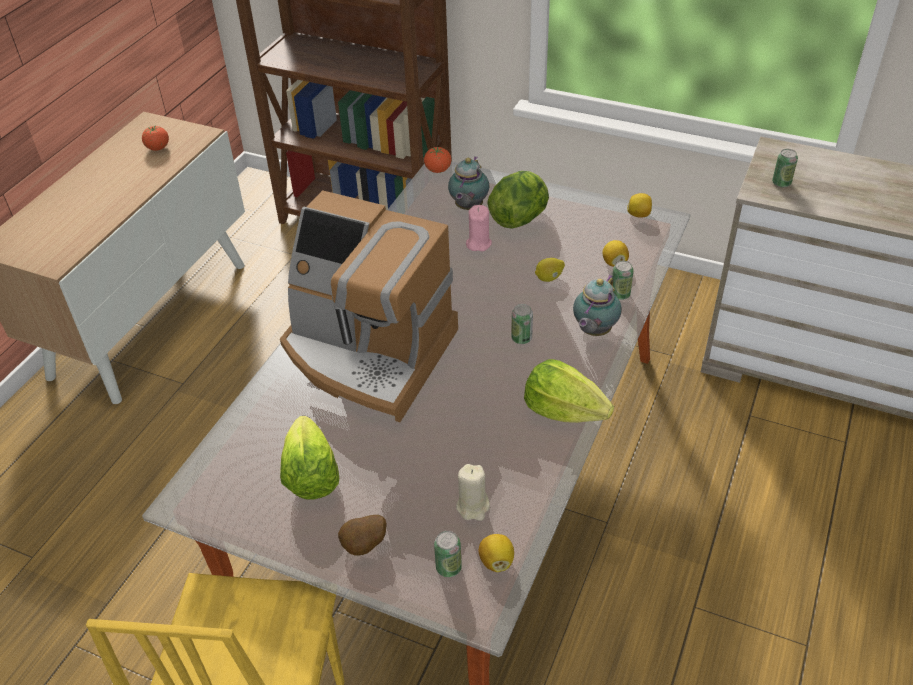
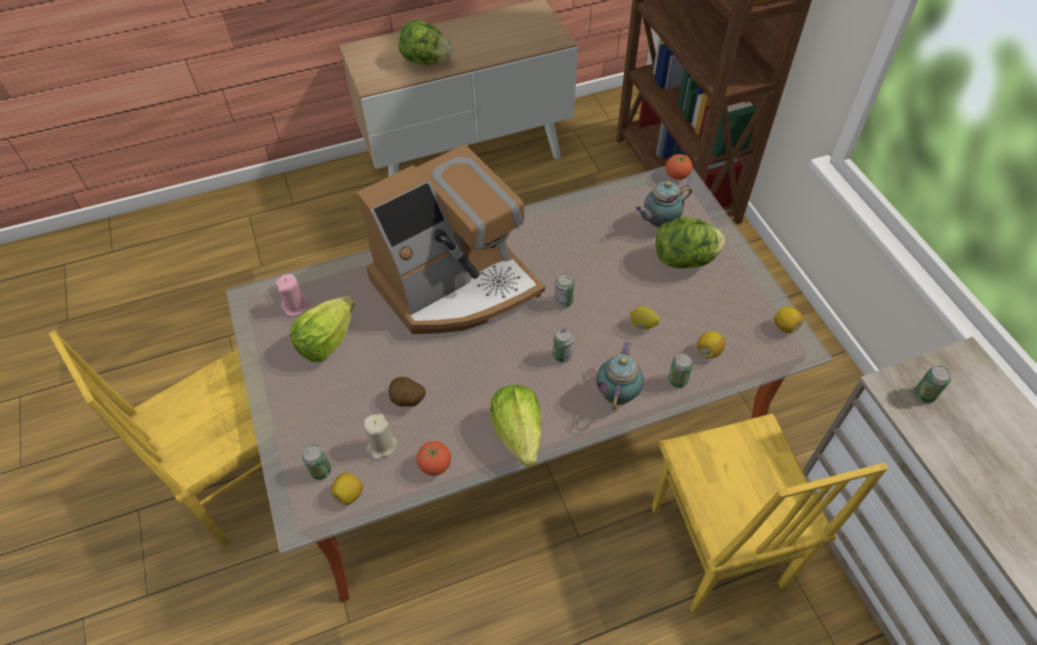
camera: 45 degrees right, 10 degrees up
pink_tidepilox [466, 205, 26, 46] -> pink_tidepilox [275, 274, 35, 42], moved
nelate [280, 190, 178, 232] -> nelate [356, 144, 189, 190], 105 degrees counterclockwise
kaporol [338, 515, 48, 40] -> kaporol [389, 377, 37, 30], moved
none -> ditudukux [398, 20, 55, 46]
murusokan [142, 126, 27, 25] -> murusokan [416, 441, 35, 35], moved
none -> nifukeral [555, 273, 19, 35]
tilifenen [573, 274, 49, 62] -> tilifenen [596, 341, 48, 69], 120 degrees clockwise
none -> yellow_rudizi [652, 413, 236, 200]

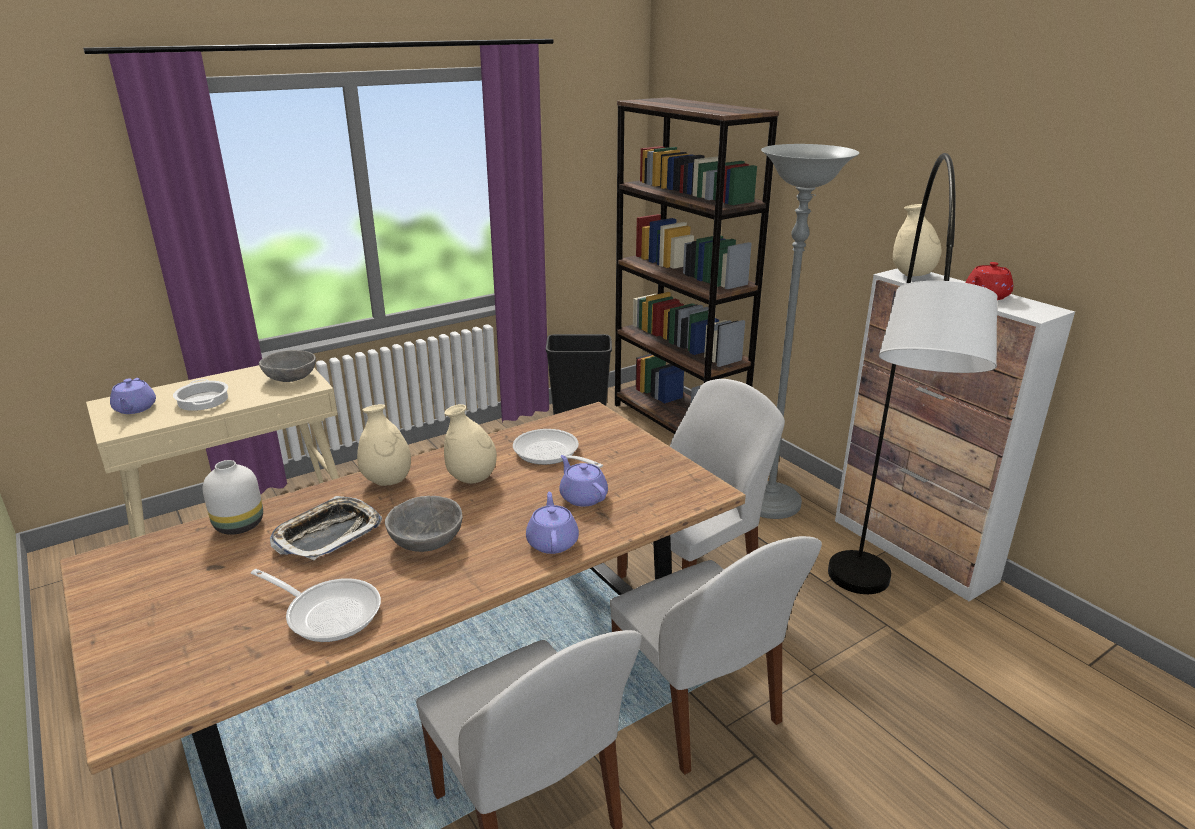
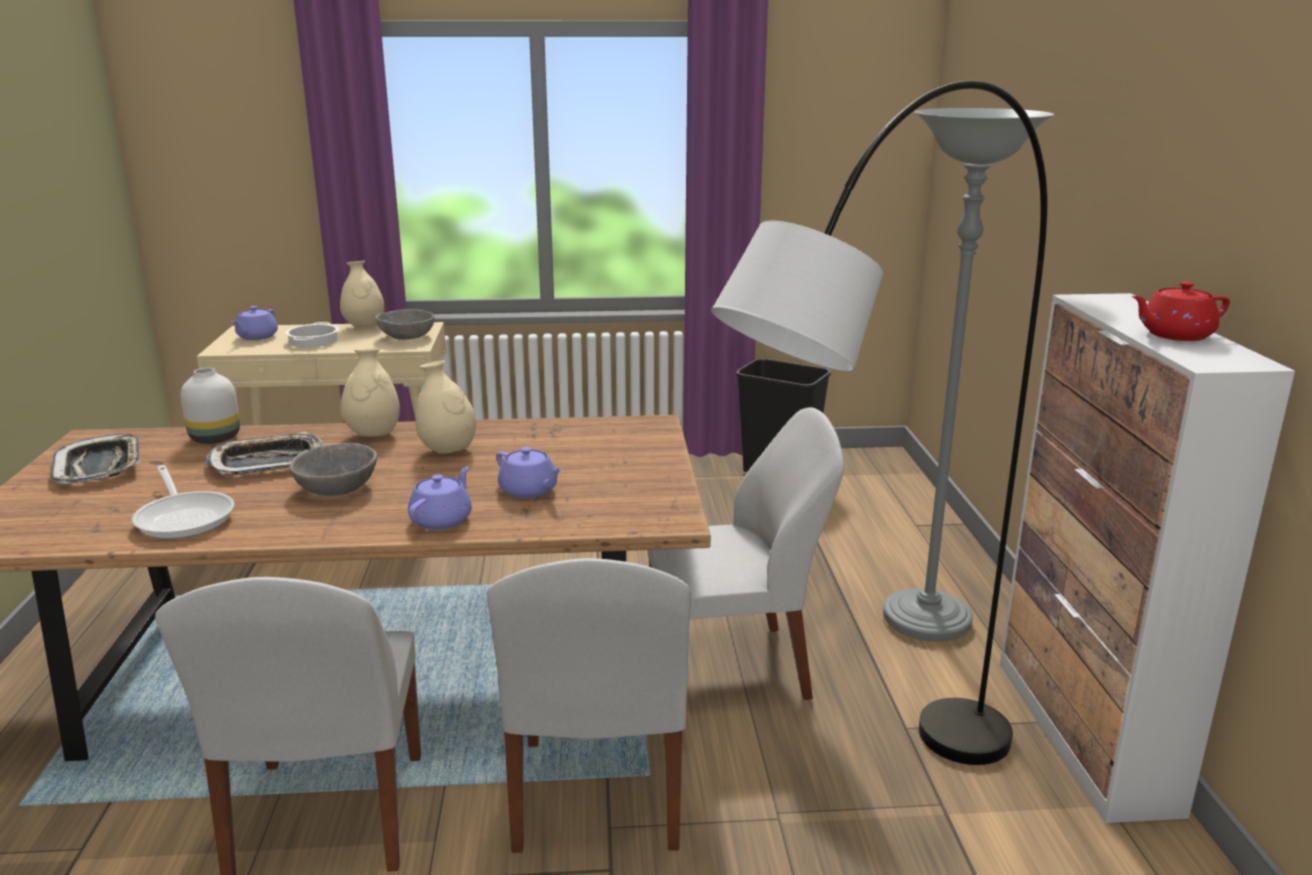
camera: 30 degrees right, 5 degrees down
none -> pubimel [51, 434, 89, 51]
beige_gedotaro [893, 204, 48, 72] -> beige_gedotaro [340, 261, 45, 66], moved
purple_tilifenen [559, 455, 49, 52] -> purple_tilifenen [496, 447, 66, 52], 135 degrees clockwise
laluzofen [513, 429, 90, 39] -> none
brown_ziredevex [615, 97, 164, 337] -> none

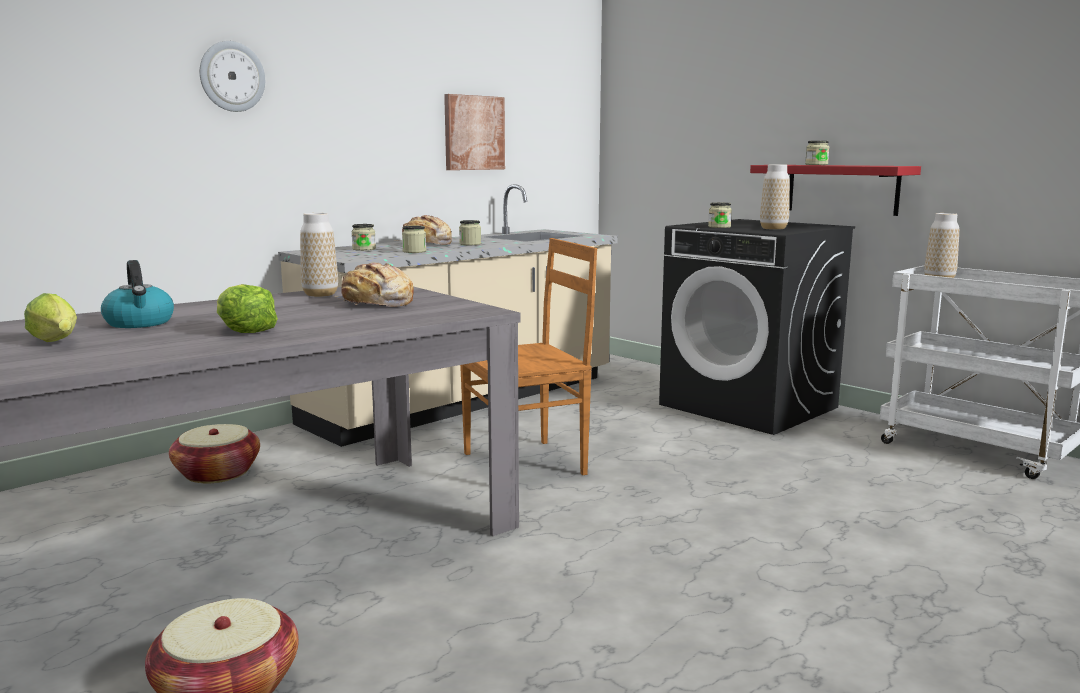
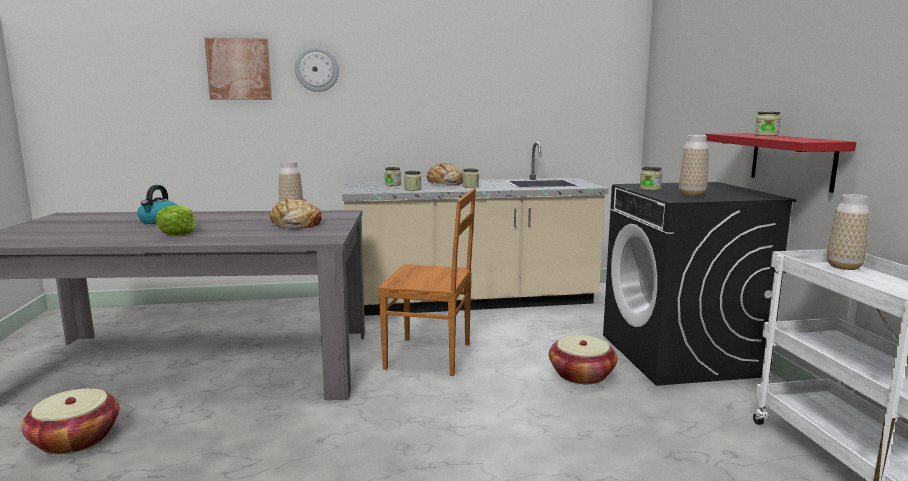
camera: 35 degrees right, 0 degrees up
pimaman [444, 94, 61, 76] -> pimaman [205, 38, 67, 62], moved
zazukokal [169, 424, 91, 59] -> zazukokal [549, 335, 68, 49], moved
ditudukux [24, 293, 53, 49] -> none

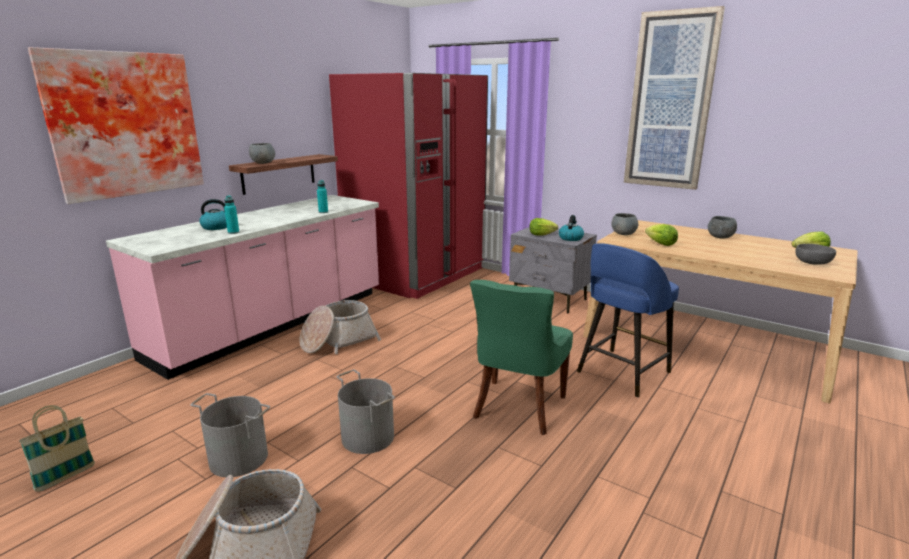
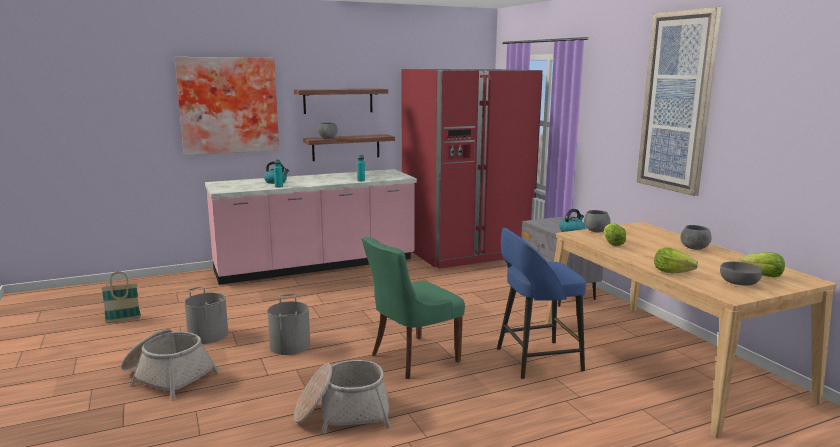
camera: 30 degrees right, 5 degrees down
none -> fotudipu [294, 88, 94, 26]
zazukokal [300, 300, 81, 54] -> zazukokal [294, 360, 97, 73], moved
ditudukux [530, 218, 28, 18] -> ditudukux [654, 247, 44, 27], moved

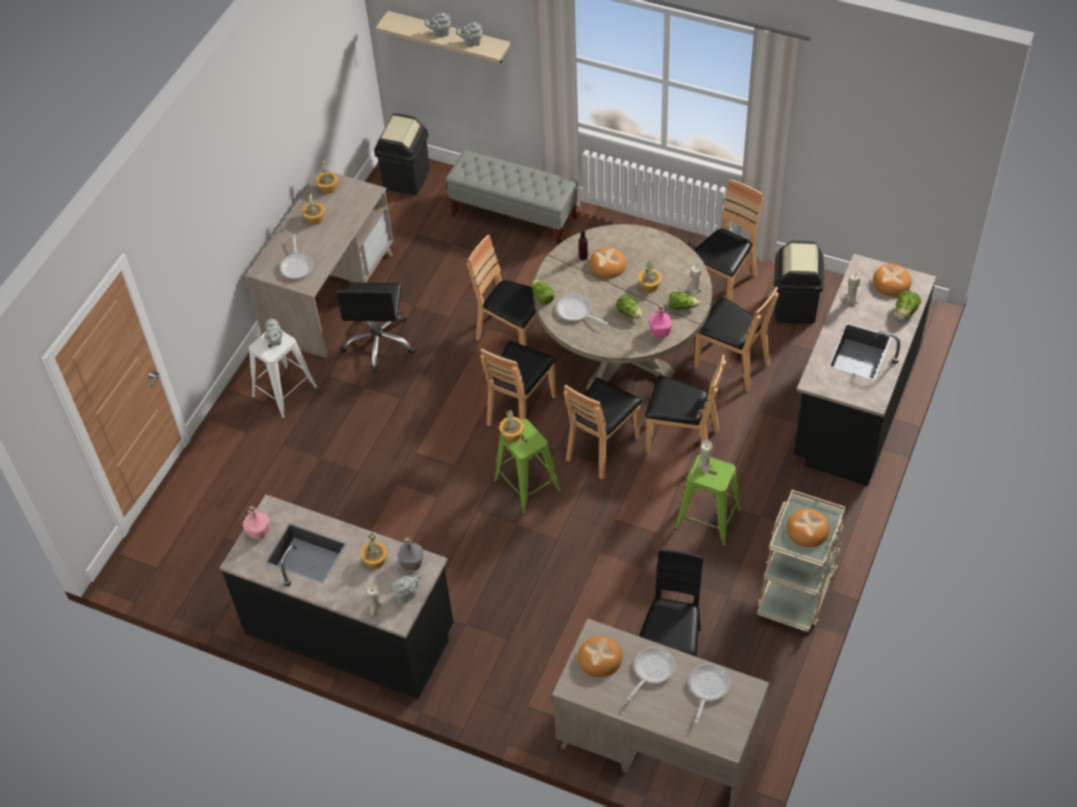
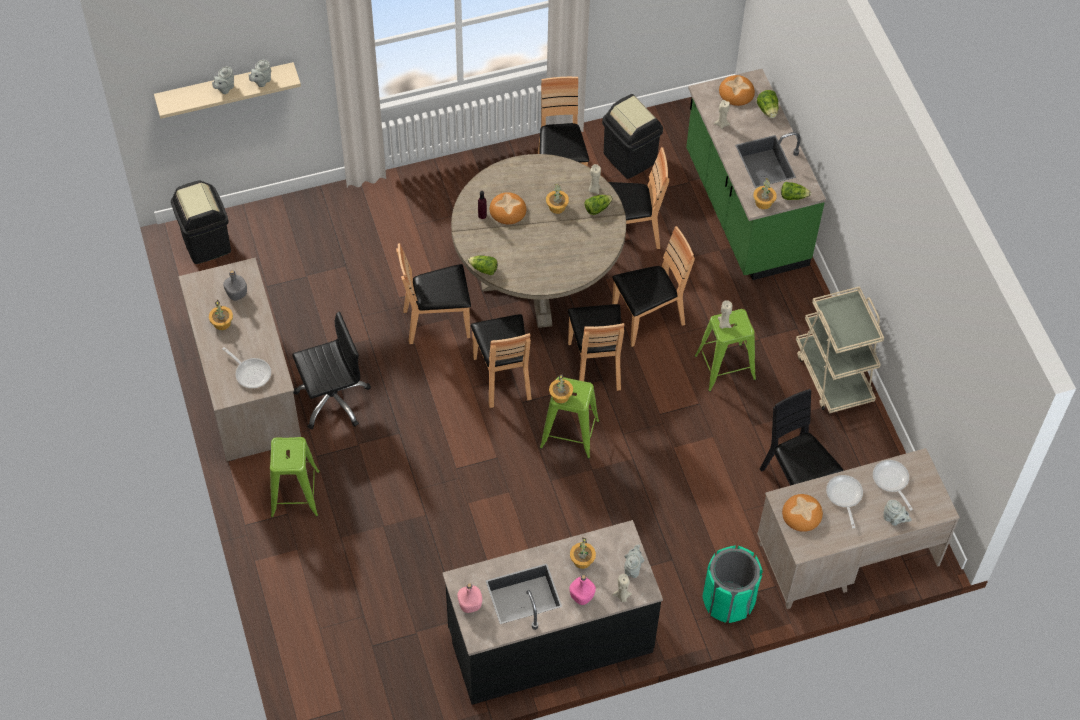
camera: 45 degrees left, 5 degrees up
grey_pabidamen [398, 537, 25, 34] -> grey_pabidamen [223, 270, 24, 31], moved
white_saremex [249, 330, 69, 88] -> green_saremex [270, 437, 50, 81]
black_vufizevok [336, 282, 79, 90] -> black_vufizevok [292, 312, 79, 118], 75 degrees counterclockwise
pink_pabidamen [649, 305, 23, 33] -> pink_pabidamen [569, 575, 27, 30], moved
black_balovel [794, 254, 142, 232] -> green_balovel [686, 69, 140, 211]
none -> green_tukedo [702, 545, 61, 78]
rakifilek [316, 160, 22, 34] -> rakifilek [753, 178, 24, 32], moved
ditudukux [616, 294, 26, 25] -> ditudukux [781, 182, 30, 18], moved
grey_tilifenen [264, 318, 19, 28] -> grey_tilifenen [883, 500, 28, 26], moved
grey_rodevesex [446, 150, 132, 95] -> none
laluzofen [557, 294, 51, 31] -> none
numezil [786, 509, 44, 38] -> none

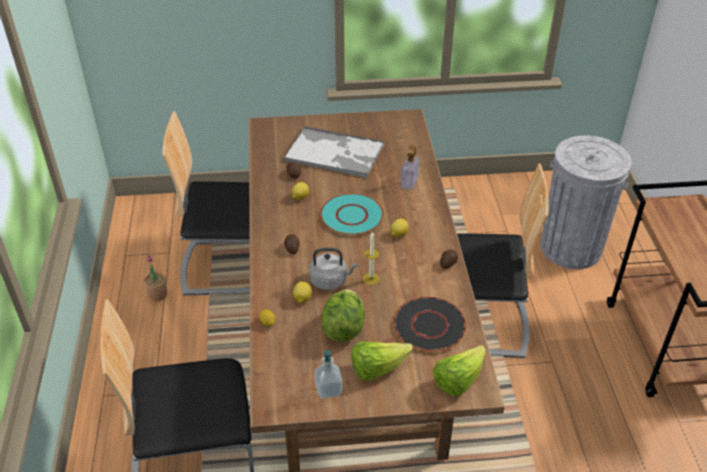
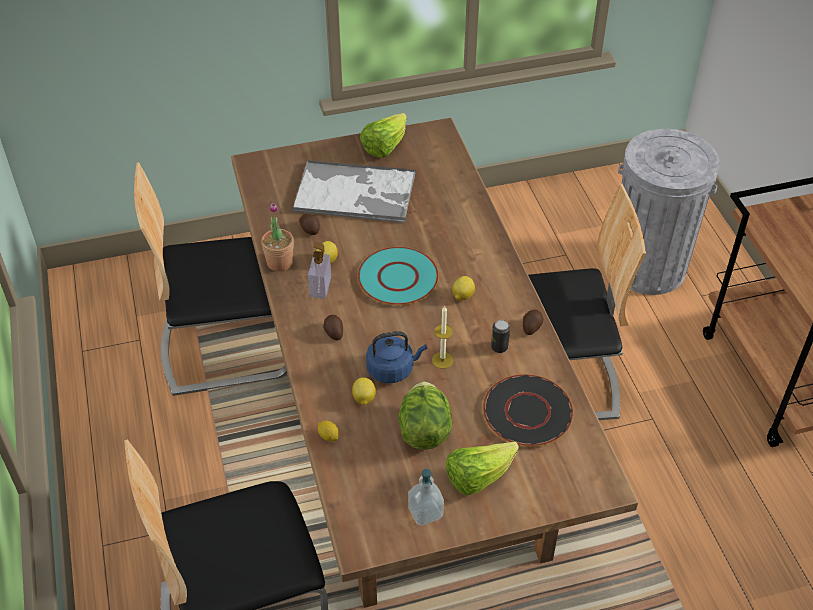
camera: 10 degrees left, 5 degrees up
rakifilek [144, 255, 23, 46] -> rakifilek [261, 202, 33, 69], moved
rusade [401, 144, 18, 46] -> rusade [308, 241, 23, 57], moved
ditudukux [433, 345, 53, 52] -> ditudukux [360, 113, 47, 45], moved
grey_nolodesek [309, 248, 49, 42] -> blue_nolodesek [366, 331, 61, 52]
none -> nifukeral [491, 320, 19, 33]

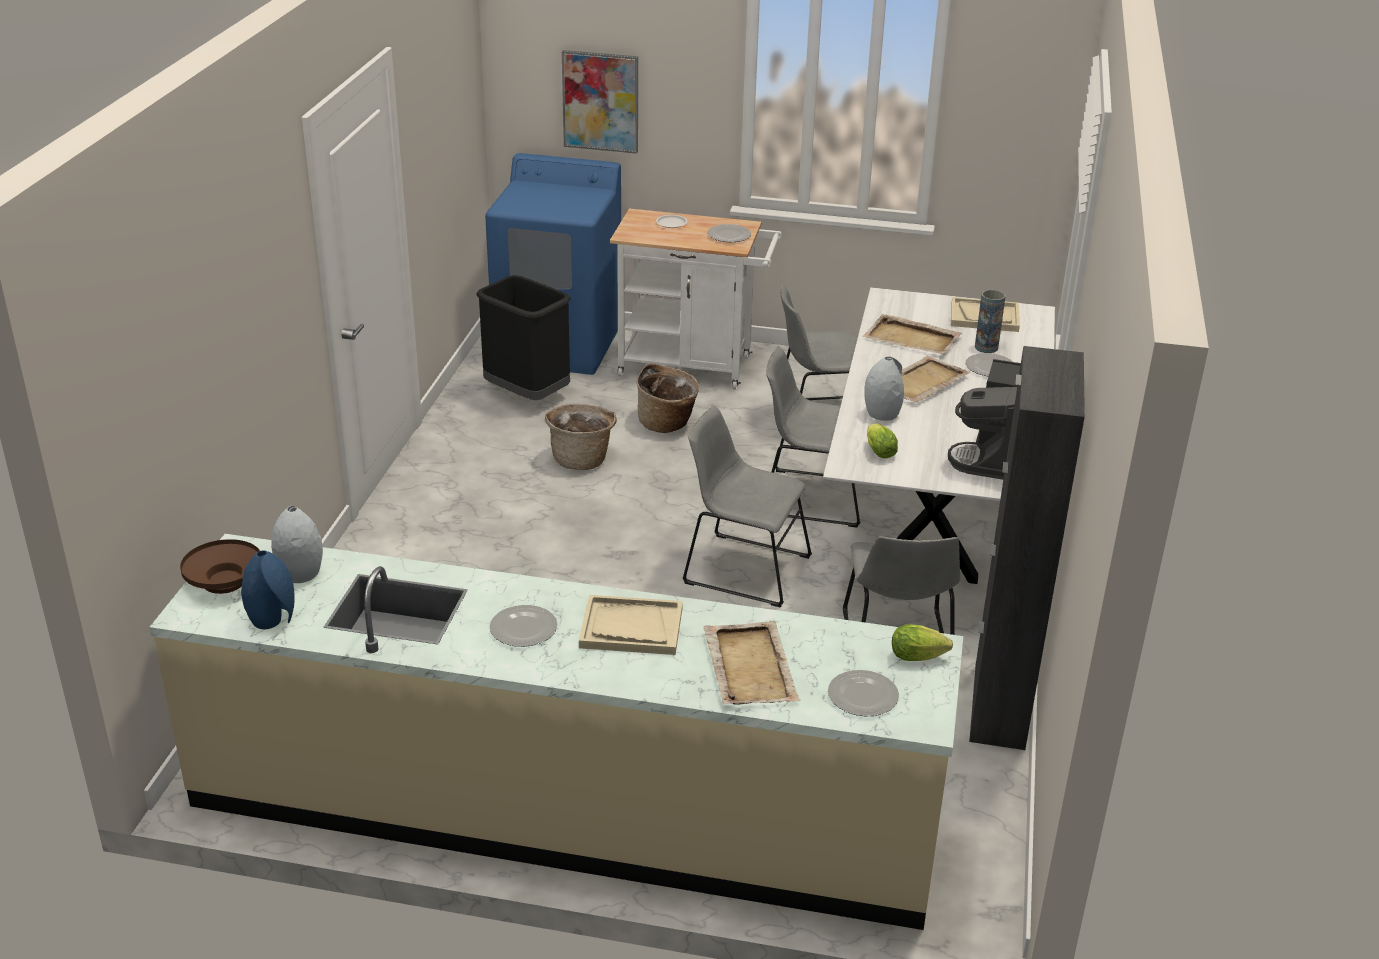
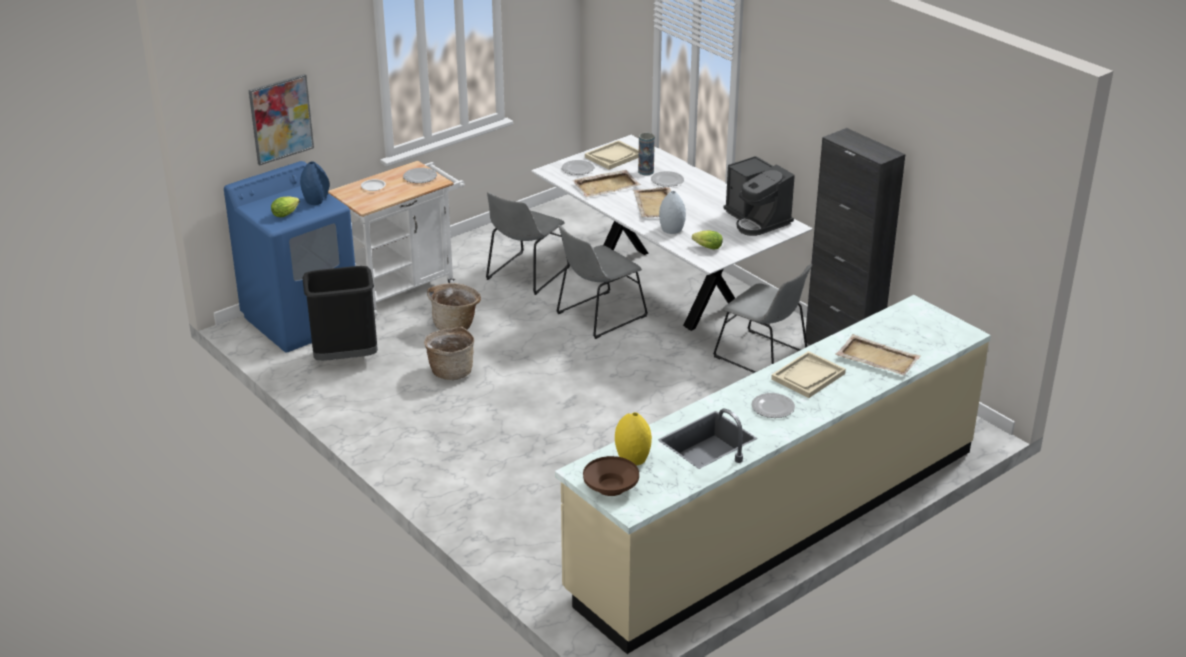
camera: 50 degrees left, 0 degrees up
ditudukux [892, 624, 61, 37] -> ditudukux [271, 196, 29, 21], moved
blue_gedotaro [241, 550, 54, 79] -> blue_gedotaro [300, 162, 29, 43], moved
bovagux [828, 670, 71, 46] -> bovagux [562, 160, 32, 15], moved
grey_gedotaro [271, 506, 52, 77] -> yellow_gedotaro [615, 412, 37, 53]
grey_rudizi [683, 406, 129, 202] -> none

